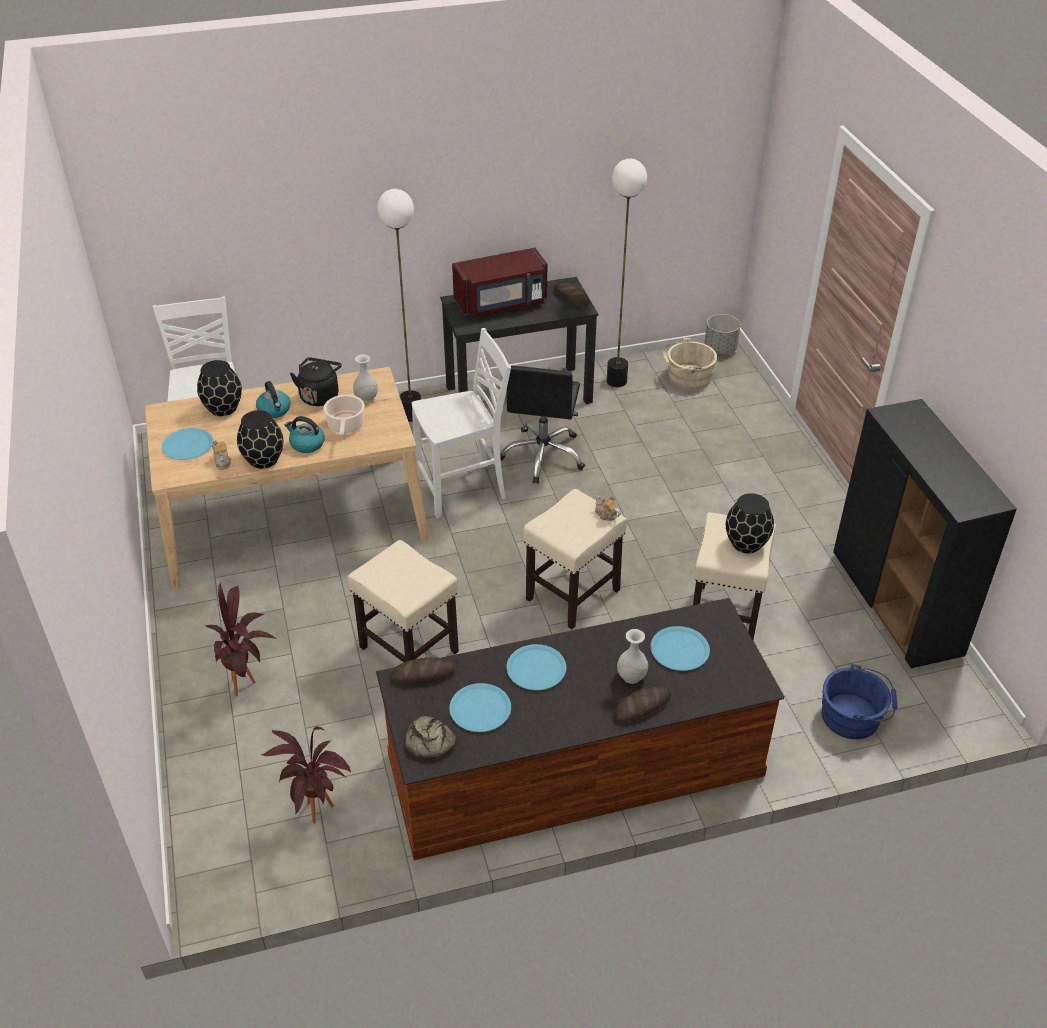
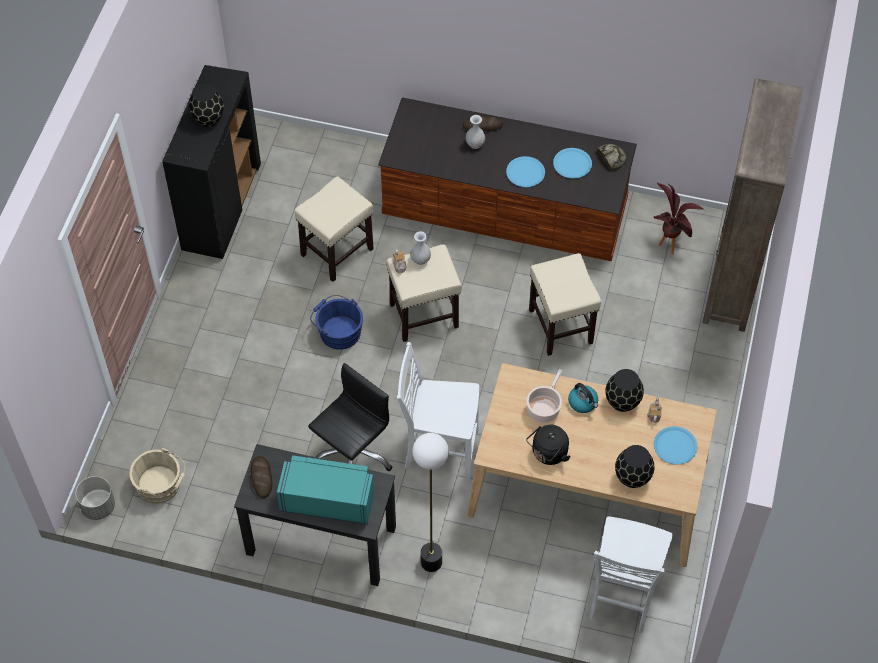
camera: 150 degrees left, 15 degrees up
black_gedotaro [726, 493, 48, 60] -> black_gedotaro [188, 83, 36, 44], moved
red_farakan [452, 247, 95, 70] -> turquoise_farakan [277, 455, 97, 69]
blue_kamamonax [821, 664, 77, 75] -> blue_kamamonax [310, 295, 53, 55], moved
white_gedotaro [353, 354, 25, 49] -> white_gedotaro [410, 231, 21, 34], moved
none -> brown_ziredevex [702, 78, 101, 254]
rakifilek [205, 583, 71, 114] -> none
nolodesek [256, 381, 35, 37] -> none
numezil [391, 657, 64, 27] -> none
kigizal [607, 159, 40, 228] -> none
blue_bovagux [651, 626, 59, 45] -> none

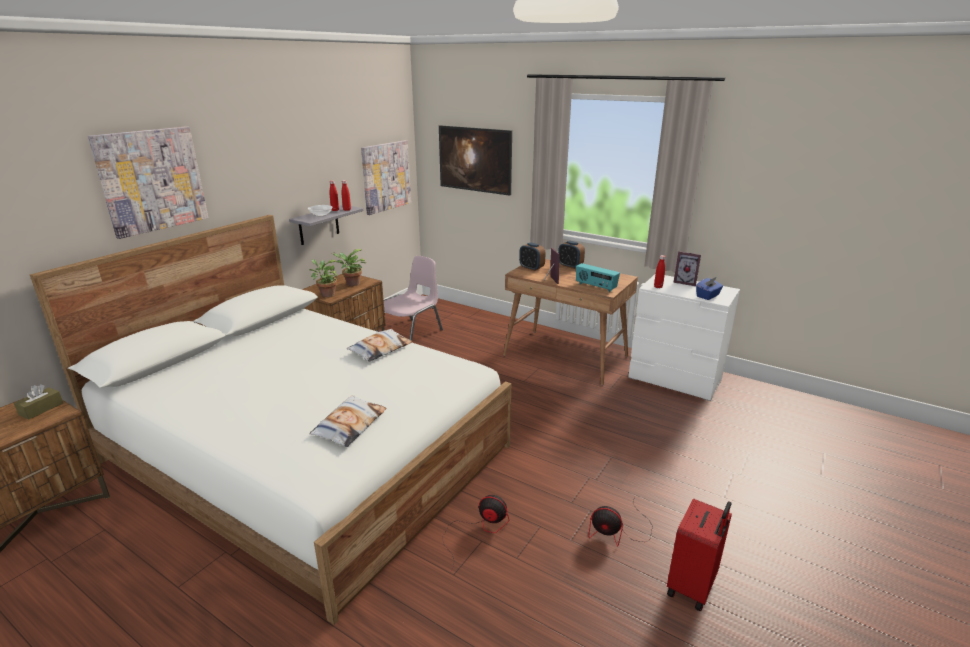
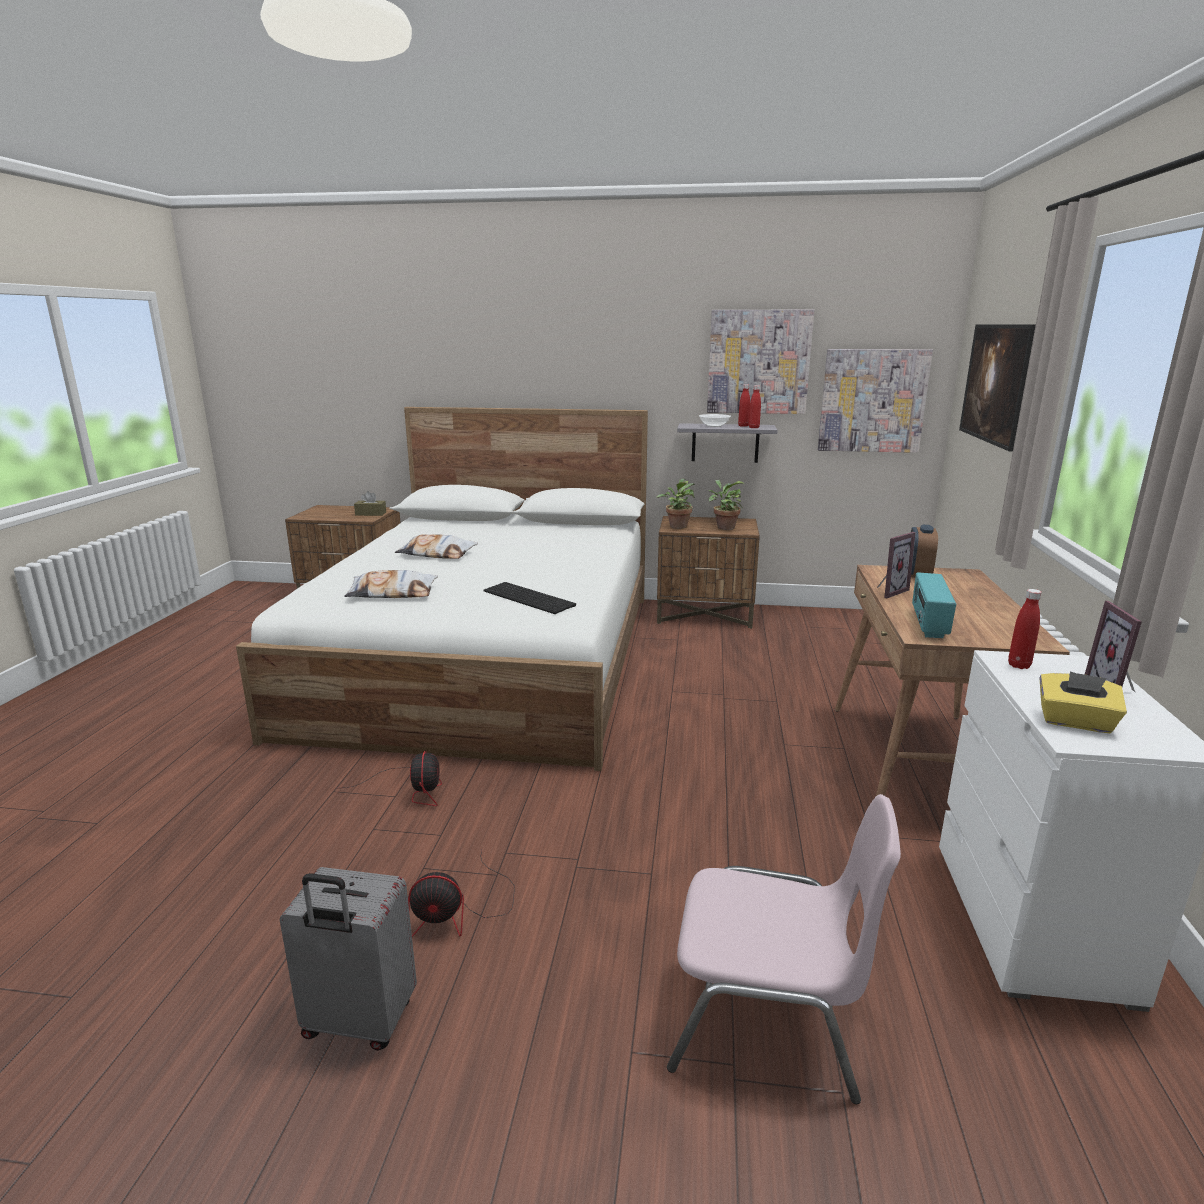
camera: 65 degrees right, 5 degrees down
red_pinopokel [667, 499, 65, 112] -> grey_pinopokel [280, 867, 137, 183]
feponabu [347, 329, 65, 33] -> feponabu [395, 534, 83, 25], moved
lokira [588, 497, 65, 50] -> lokira [408, 850, 107, 87], 90 degrees counterclockwise
none -> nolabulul [484, 582, 92, 32]
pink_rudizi [376, 256, 67, 85] -> pink_rudizi [667, 794, 234, 310], moved
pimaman [88, 126, 120, 113] -> pimaman [707, 310, 108, 104], moved
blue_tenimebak [696, 277, 27, 23] -> yellow_tenimebak [1040, 672, 87, 61]
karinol [558, 241, 27, 28] -> none

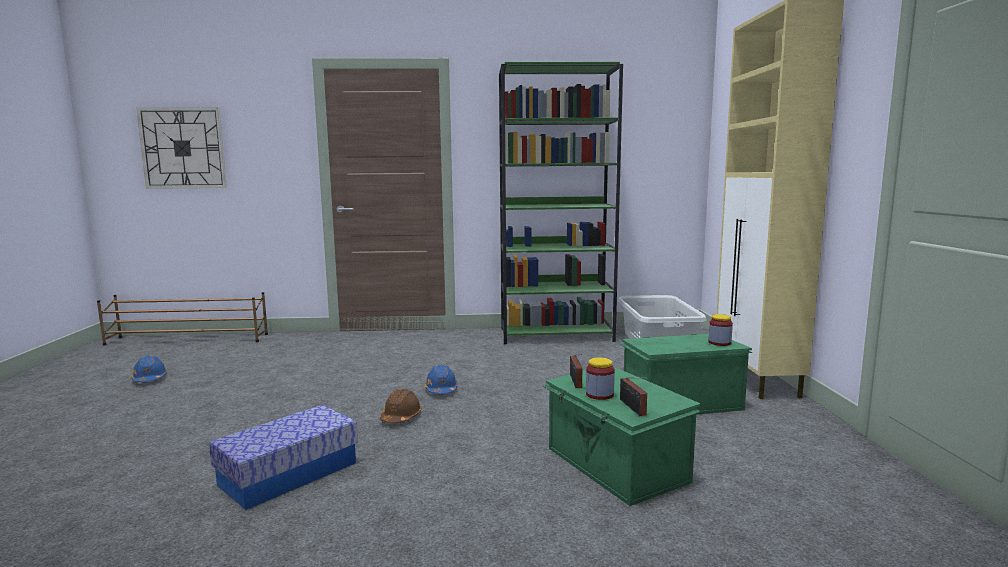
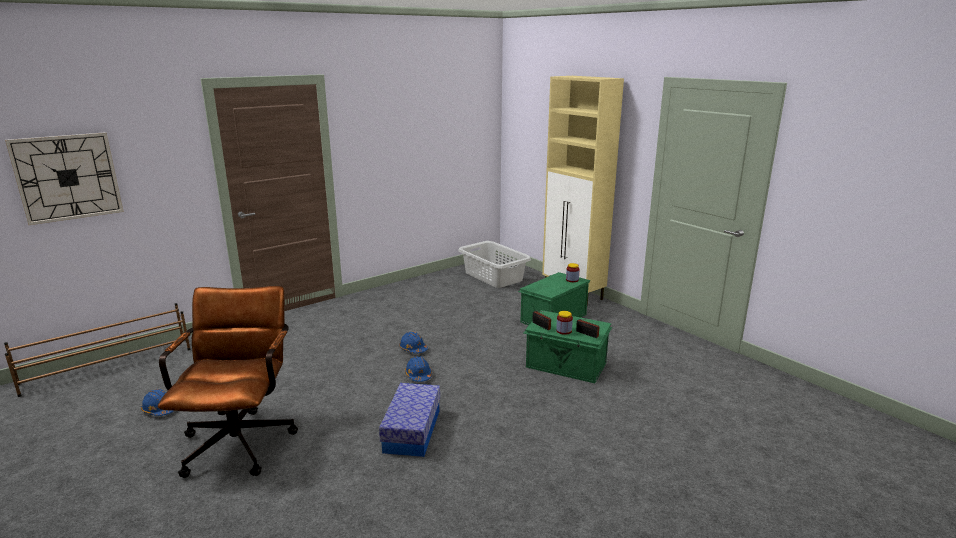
camera: 35 degrees left, 10 degrees up
none -> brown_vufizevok [157, 286, 141, 192]
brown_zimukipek [380, 389, 42, 34] -> blue_zimukipek [405, 356, 27, 26]
green_ziredevex [499, 62, 124, 282] -> none

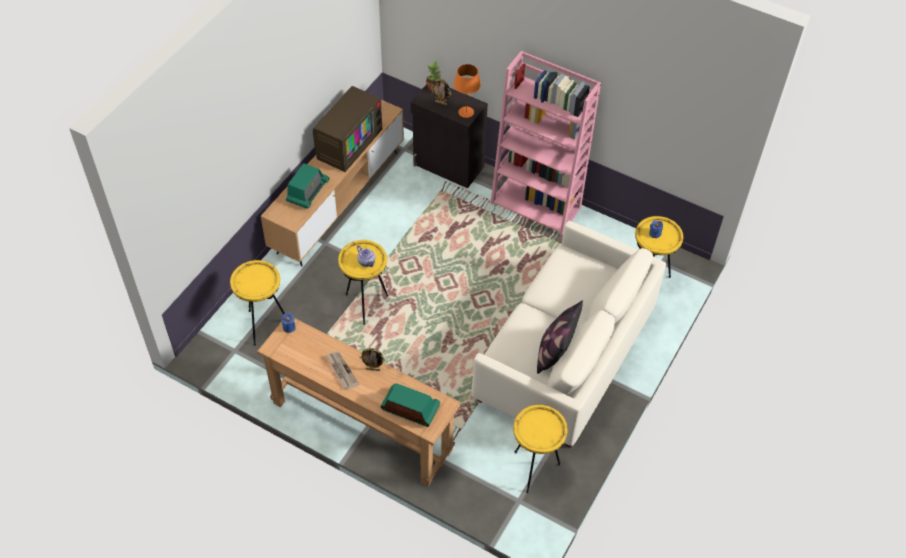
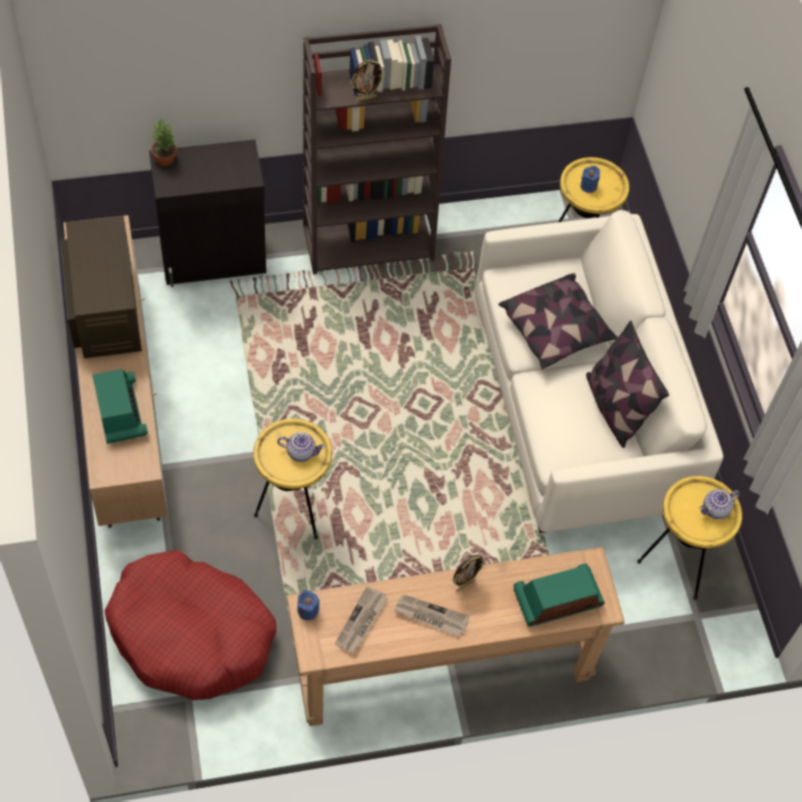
camera: 45 degrees left, 5 degrees up
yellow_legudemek [230, 260, 55, 85] -> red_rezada [104, 550, 173, 150]
pink_ziredevex [491, 51, 110, 184] -> brown_ziredevex [303, 24, 148, 251]
none -> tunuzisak [335, 586, 54, 67]
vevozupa [431, 79, 20, 26] -> vevozupa [350, 60, 35, 41], moved
none -> feponabu [498, 273, 120, 97]
none -> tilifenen [699, 489, 41, 30]
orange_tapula [454, 64, 27, 54] -> none

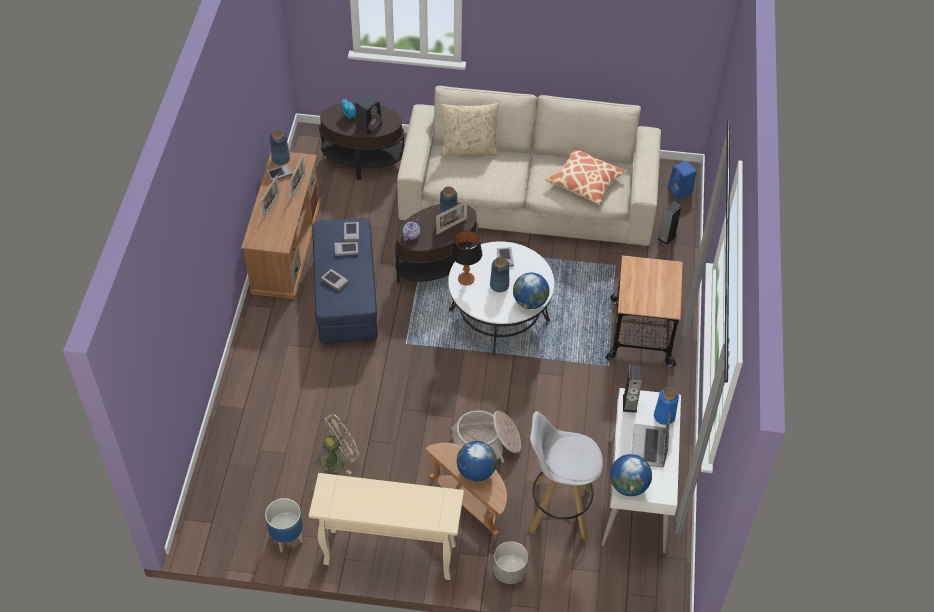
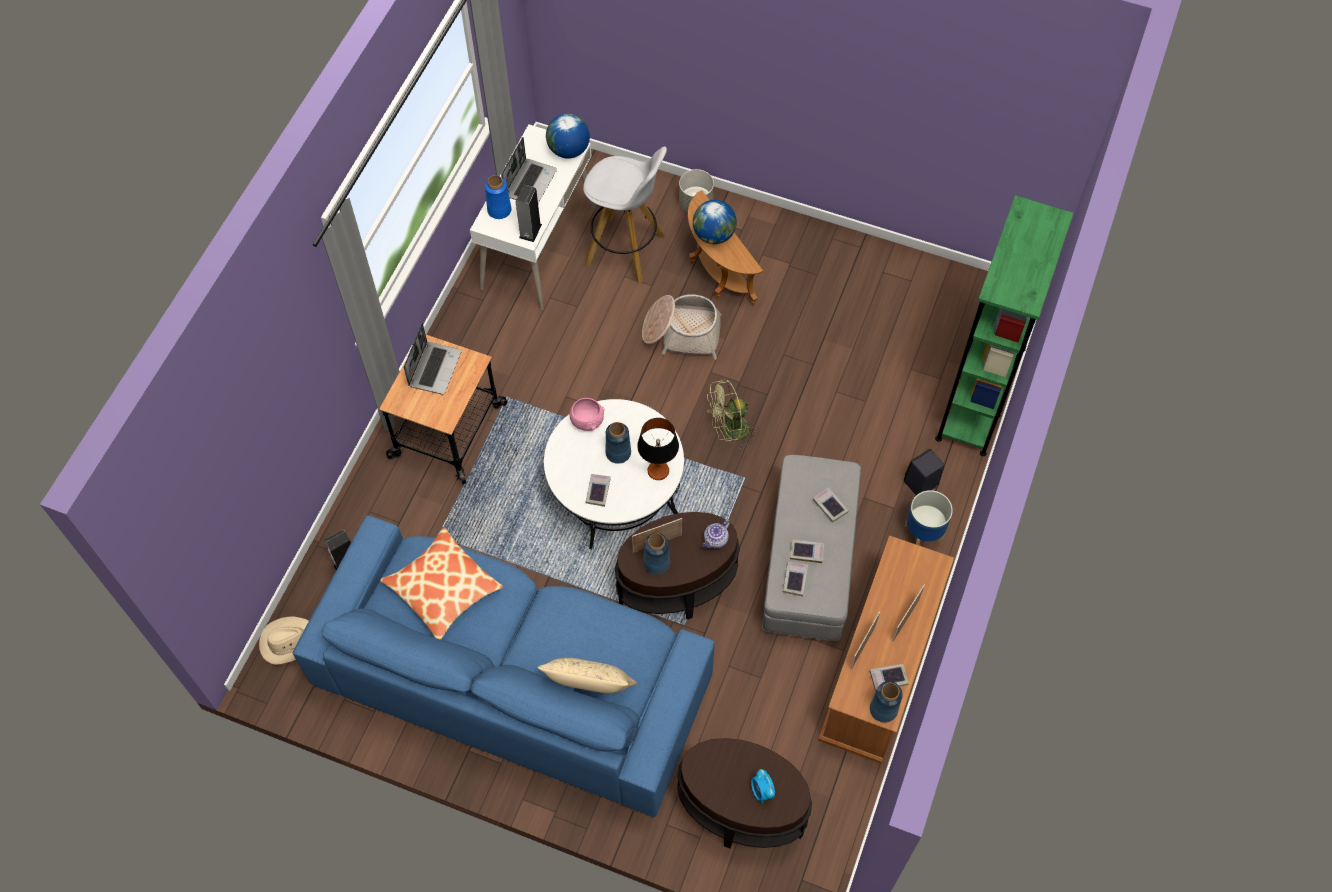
camera: 165 degrees left, 10 degrees up
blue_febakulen [668, 161, 29, 38] -> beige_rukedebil [259, 616, 50, 49]
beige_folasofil [397, 86, 264, 160] -> blue_folasofil [293, 516, 422, 301]
none -> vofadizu [404, 323, 58, 71]
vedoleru [513, 273, 36, 36] -> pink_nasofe [570, 398, 35, 33]
green_lokira [315, 414, 44, 60] -> green_lokira [707, 379, 52, 71], moved
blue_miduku [312, 218, 66, 128] -> grey_miduku [762, 455, 99, 186]
black_febakulen [355, 94, 27, 40] -> black_febakulen [904, 449, 41, 46], moved
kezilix [265, 498, 39, 54] -> kezilix [905, 490, 48, 55], moved
none -> green_ziredevex [935, 195, 138, 261]
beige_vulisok [309, 473, 155, 107] -> none

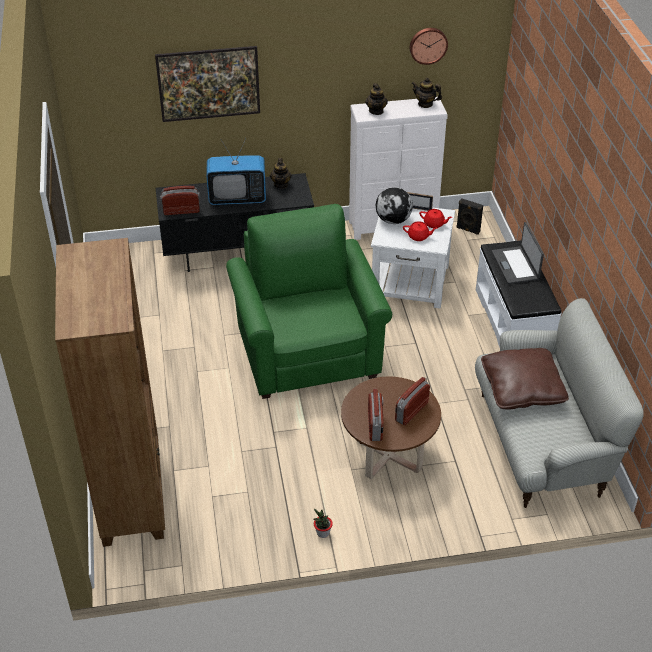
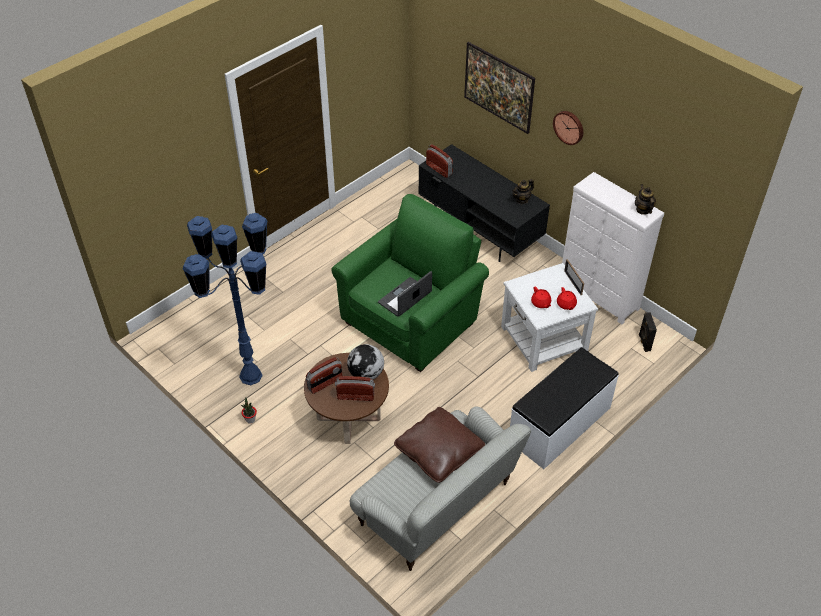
camera: 55 degrees right, 5 degrees up
none -> blue_kigizal [183, 213, 85, 172]
vedoleru [376, 187, 37, 37] -> vedoleru [347, 344, 37, 36], moved
vofadizu [492, 222, 52, 62] -> vofadizu [378, 271, 54, 46], moved
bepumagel [410, 28, 38, 37] -> bepumagel [553, 111, 30, 34], moved
brown_ziredevex [55, 238, 110, 309] -> none
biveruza [206, 138, 60, 67] -> none
tilifenen [365, 83, 23, 32] -> none

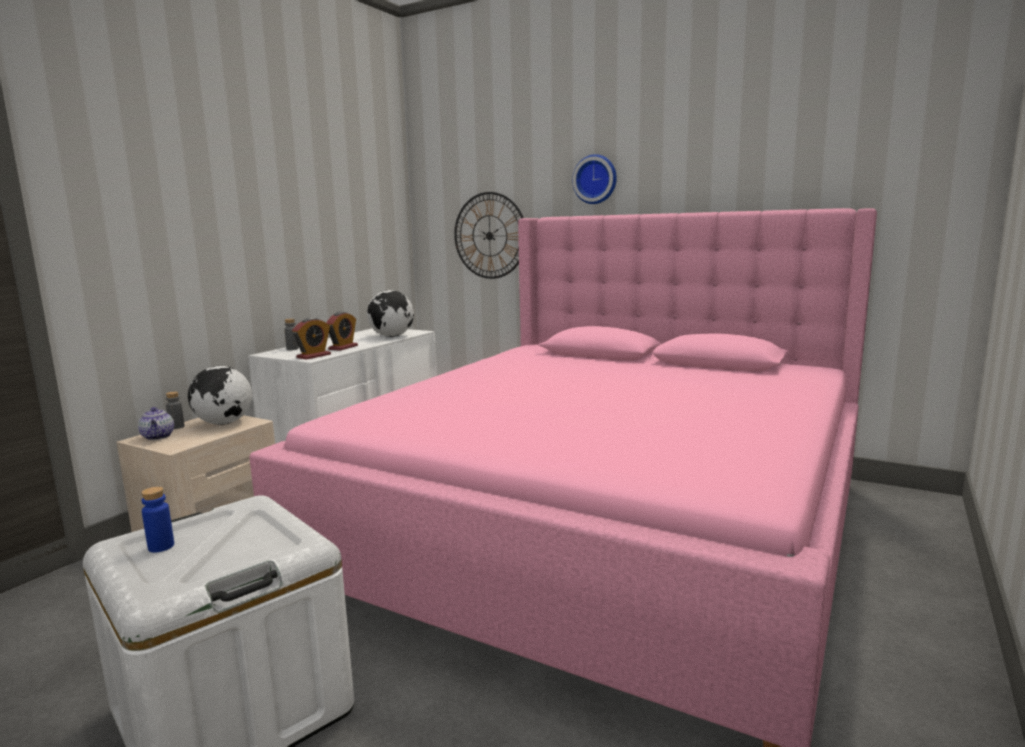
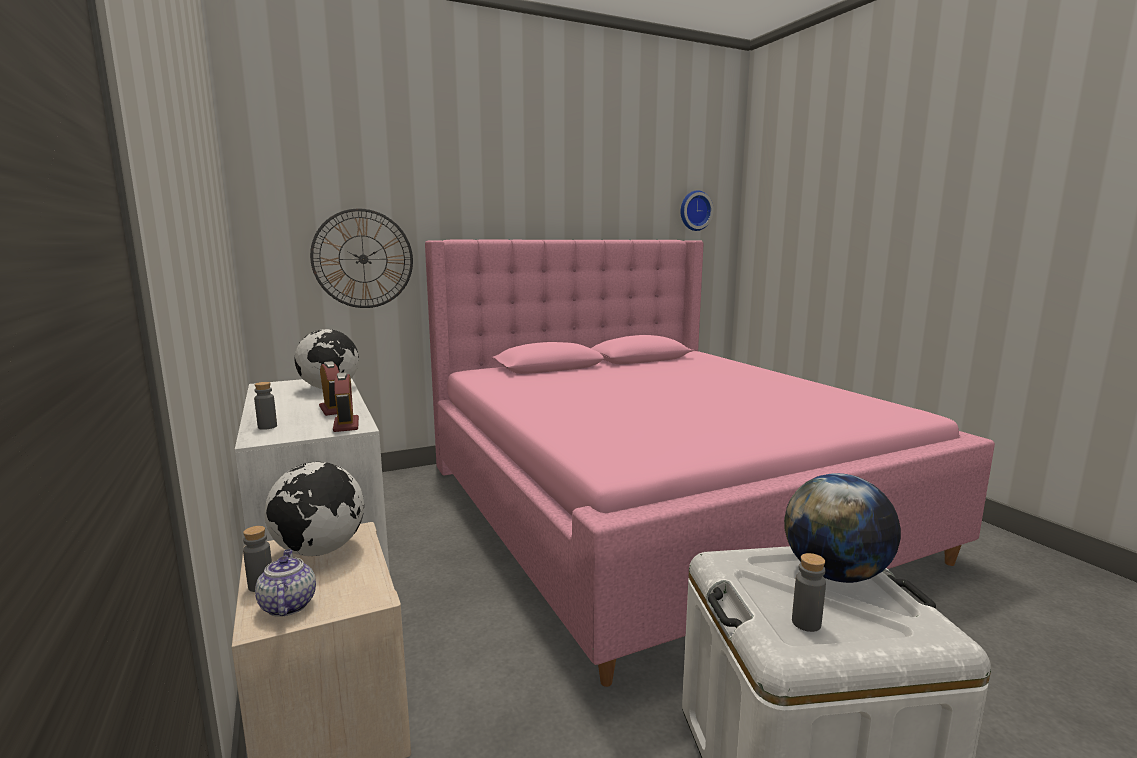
camera: 55 degrees left, 0 degrees up
tilifenen [138, 407, 36, 33] -> tilifenen [255, 549, 61, 67], 120 degrees counterclockwise
bepumagel [572, 154, 45, 50] -> bepumagel [681, 190, 33, 41], moved
none -> vedoleru [784, 473, 117, 110]
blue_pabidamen [141, 487, 33, 65] -> grey_pabidamen [792, 553, 34, 79]

